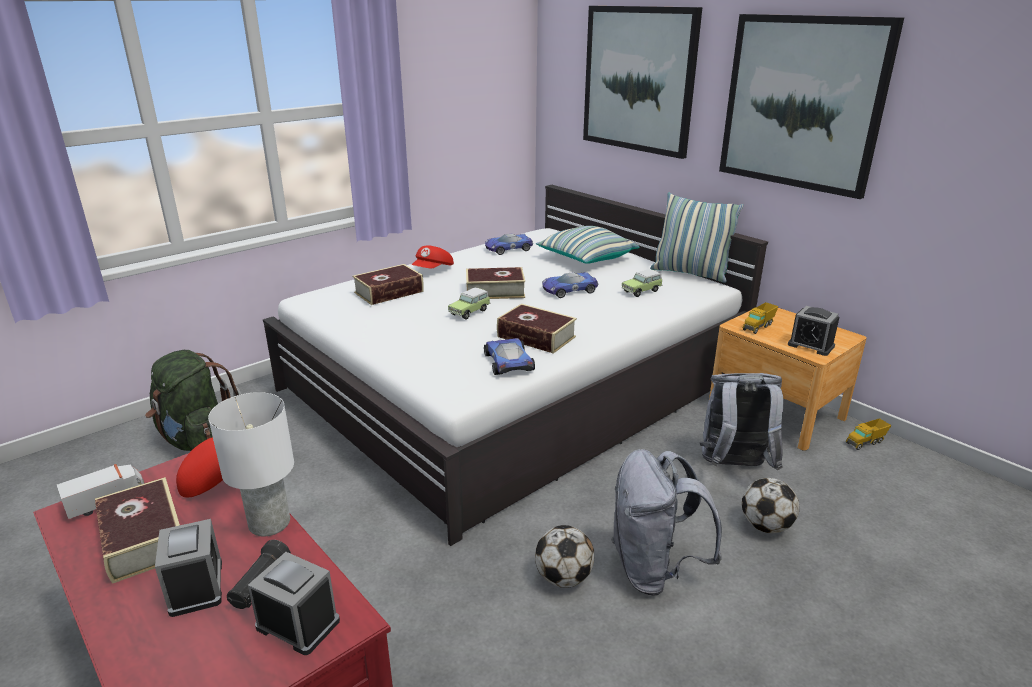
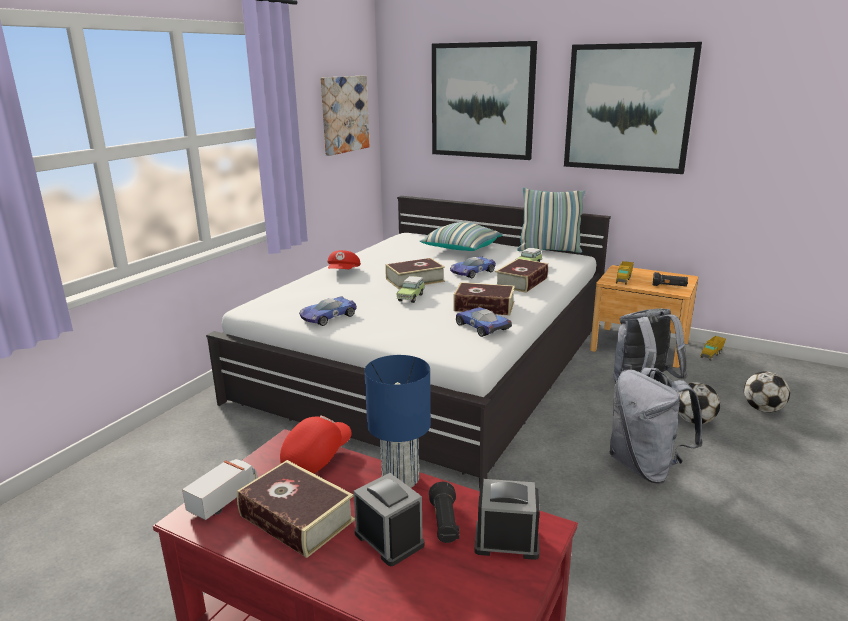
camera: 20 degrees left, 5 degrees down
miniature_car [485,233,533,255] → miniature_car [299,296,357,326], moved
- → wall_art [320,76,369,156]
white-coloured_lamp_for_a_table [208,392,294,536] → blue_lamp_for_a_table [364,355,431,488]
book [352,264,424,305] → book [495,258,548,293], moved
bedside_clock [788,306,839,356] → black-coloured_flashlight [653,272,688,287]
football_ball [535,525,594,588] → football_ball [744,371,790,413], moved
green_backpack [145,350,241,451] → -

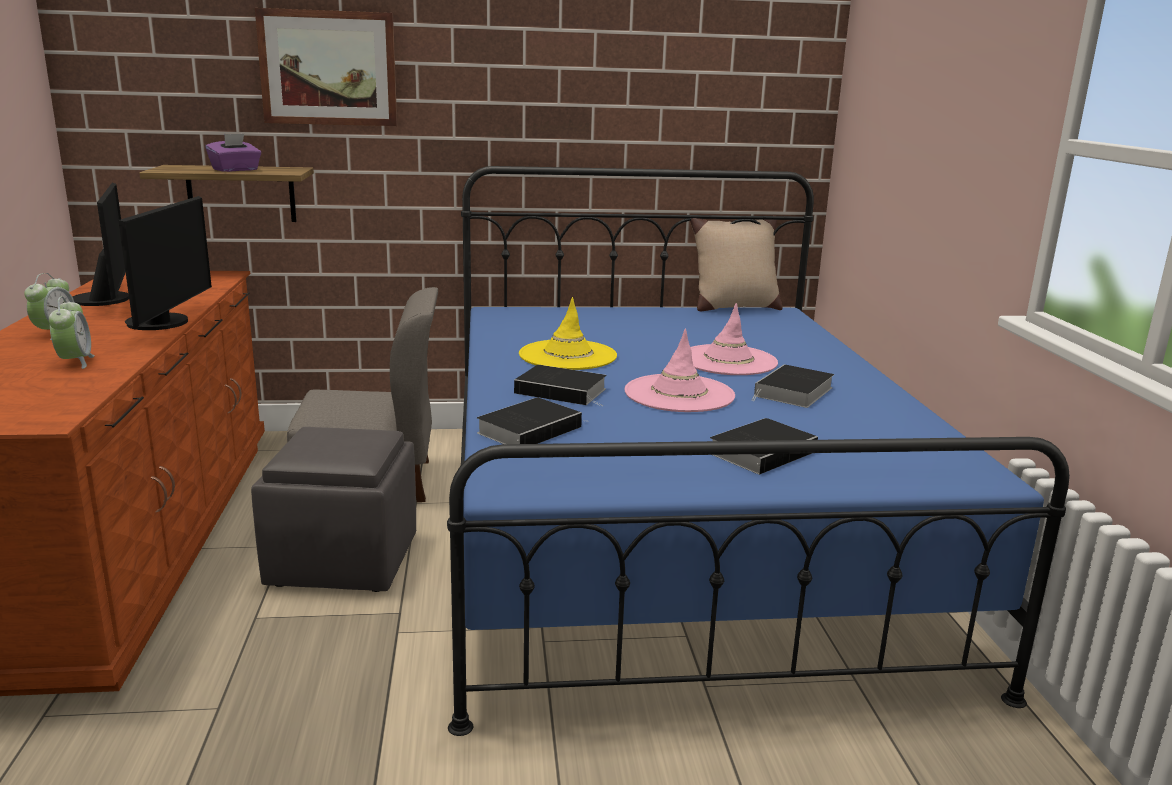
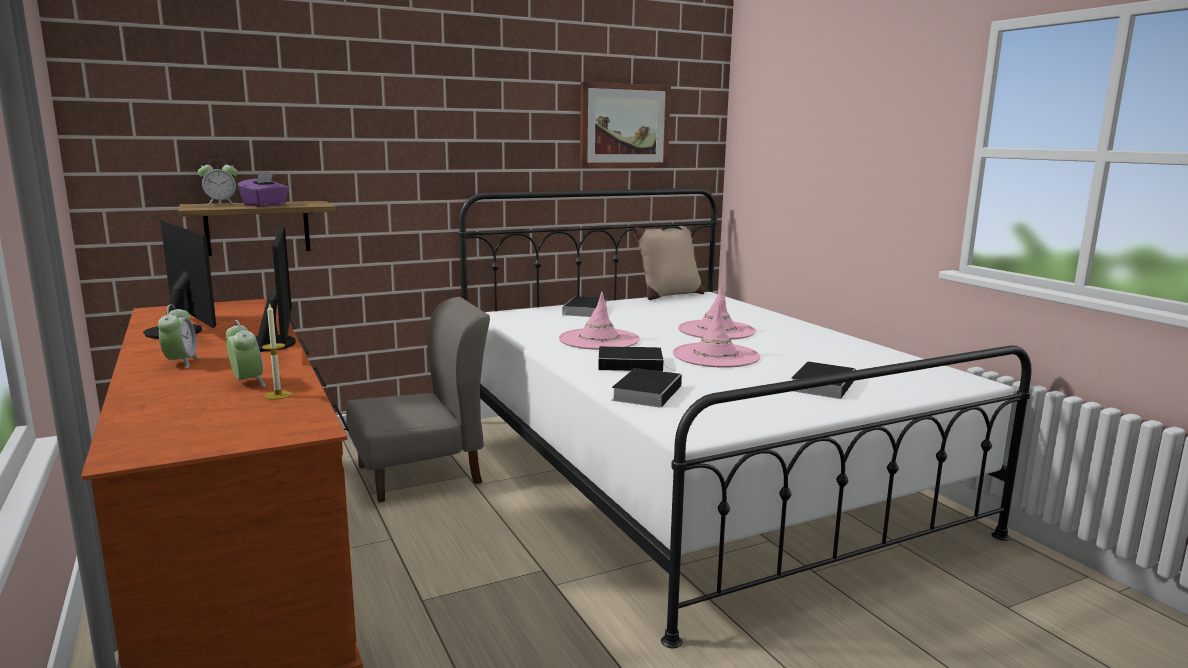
camera: 20 degrees left, 5 degrees down
- → bedside_clock [198,159,238,205]
- → wax_light [262,303,291,400]
blue_sleeping_bed [447,166,1070,736] → white-coloured_sleeping_bed [458,188,1032,648]
yellowish_wearable_hat [519,297,617,370] → pinkish_wearable_hat [559,292,640,350]
book [752,364,834,408] → book [563,296,608,317], moved
wall_art [255,8,397,126] → wall_art [580,82,671,168], moved
gray_footrest [251,427,416,592] → -

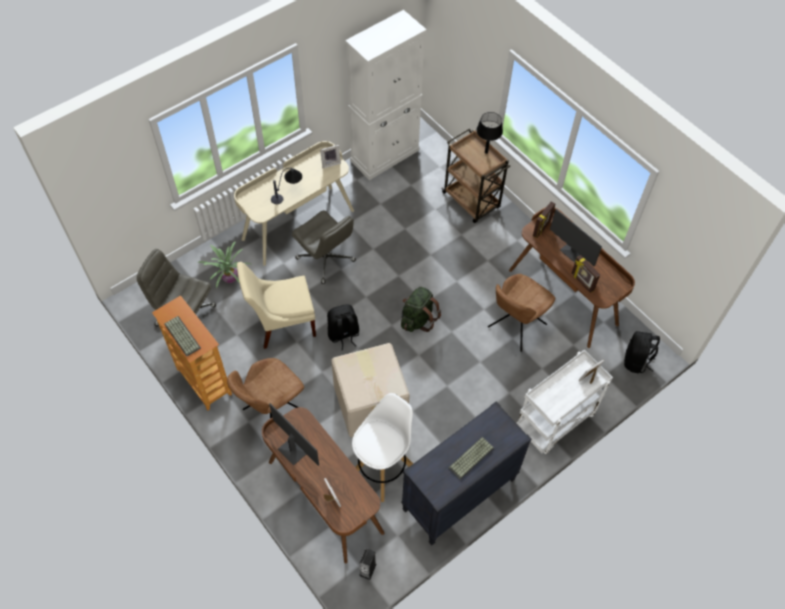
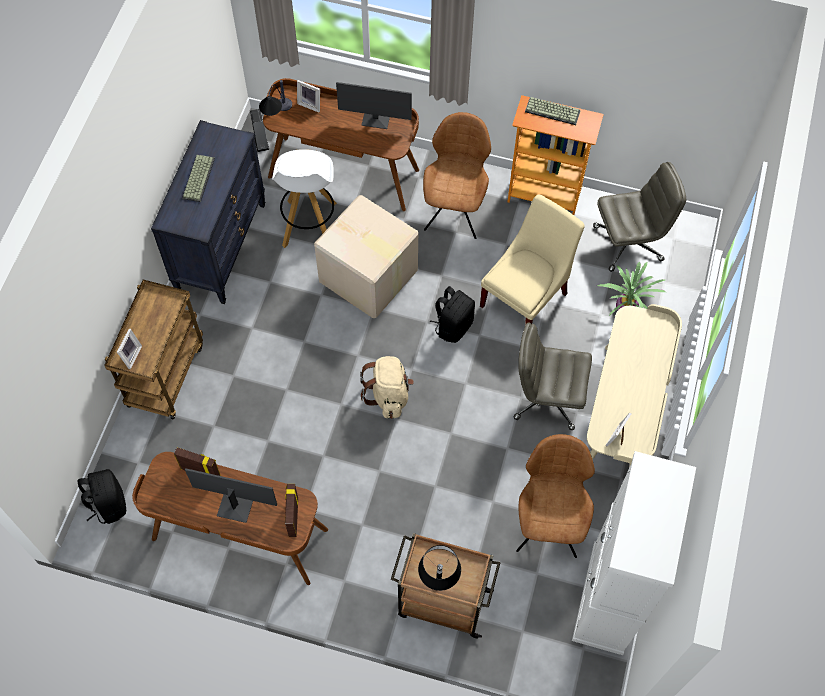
camera: 145 degrees right, 5 degrees up
white-coloured_trolley [516,349,613,454] → brown-coloured_trolley [104,280,203,420]
lamp_for_a_table [271,168,302,204] → lamp_for_a_table [259,80,292,116], moved
green_backpack [401,287,441,332] → beige_backpack [360,356,414,419]
brown-coloured_chair [488,274,555,352] → brown-coloured_chair [516,434,595,558], moved

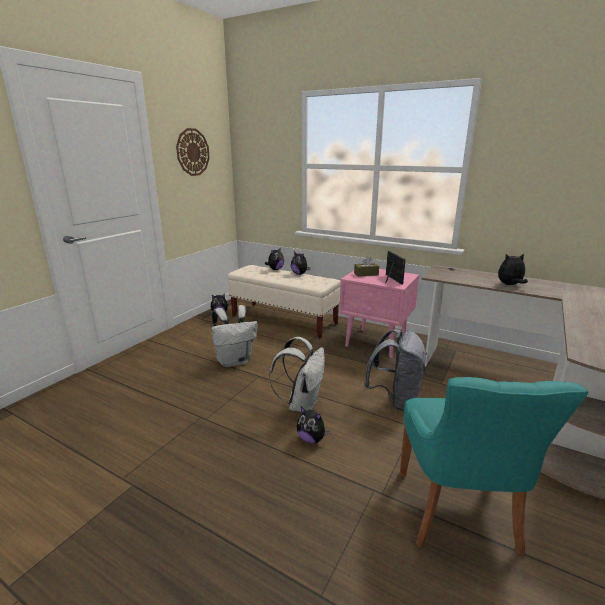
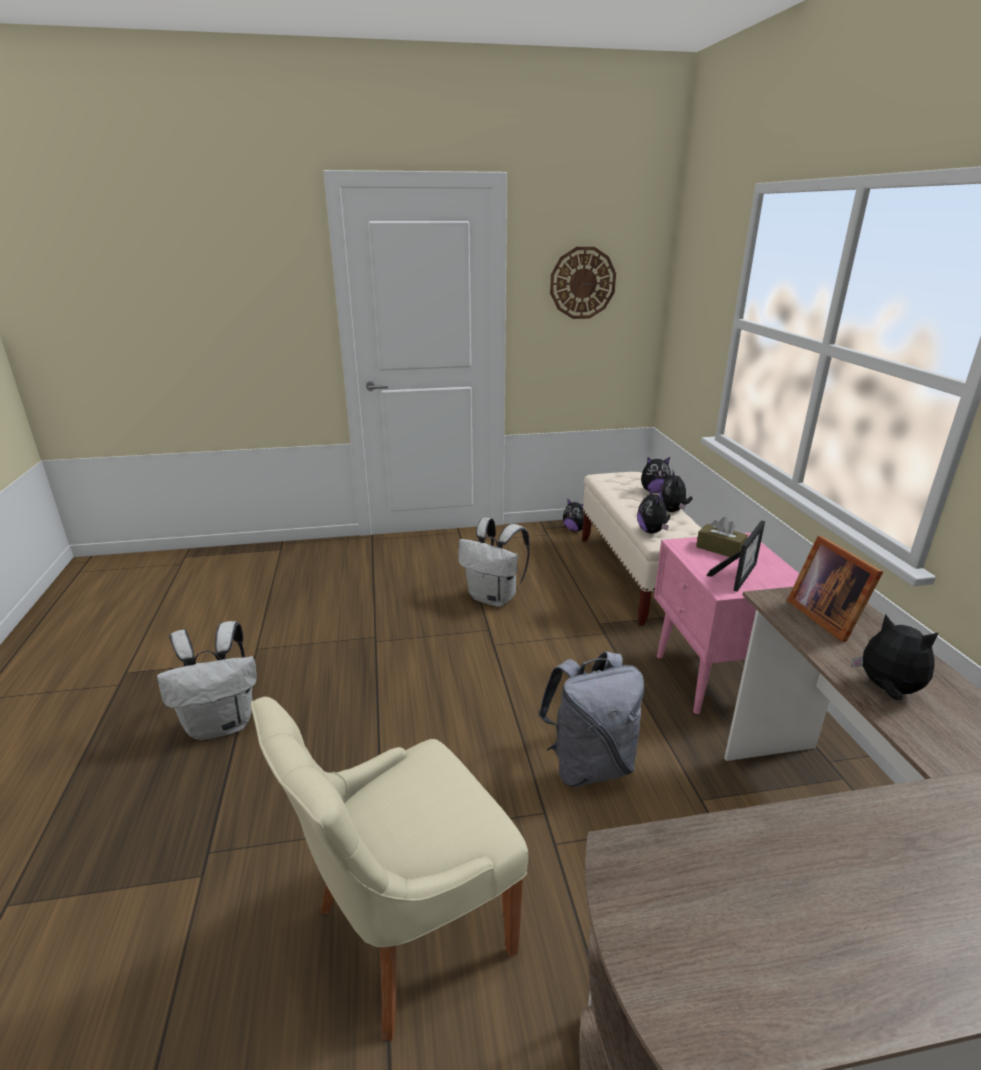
camera: 50 degrees right, 5 degrees up
white-coloured_backpack [269,337,325,412] → white-coloured_backpack [157,621,257,740], moved
turquoise-coloured_chair [400,377,588,556] → beige_chair [251,697,529,1041]
soft_toy [297,407,330,444] → soft_toy [637,488,671,534], moved
- → photo_frame [787,536,883,642]

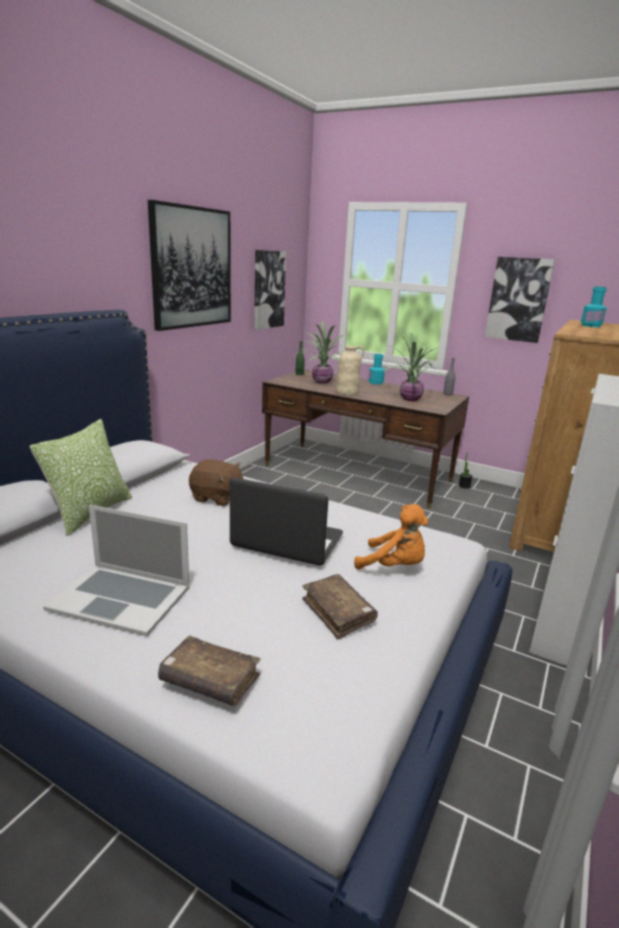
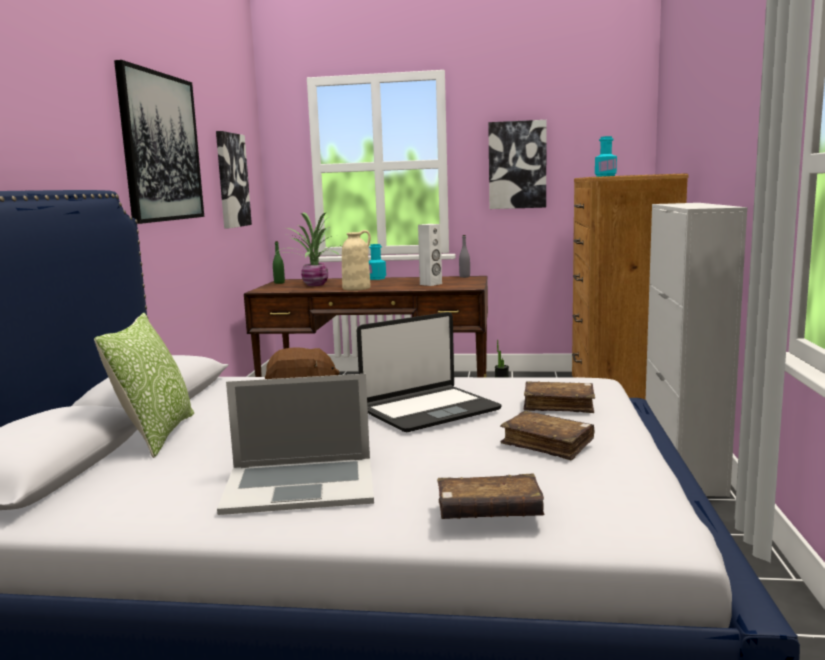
camera: 20 degrees left, 10 degrees down
notebook_computer [230,477,343,566] → notebook_computer [357,312,502,432], 150 degrees clockwise
potted_plant [384,332,446,401] → white-coloured_loudspeaker [418,224,442,286]
orange_soft_toy [354,504,428,570] → brown-coloured_book [524,381,595,413]

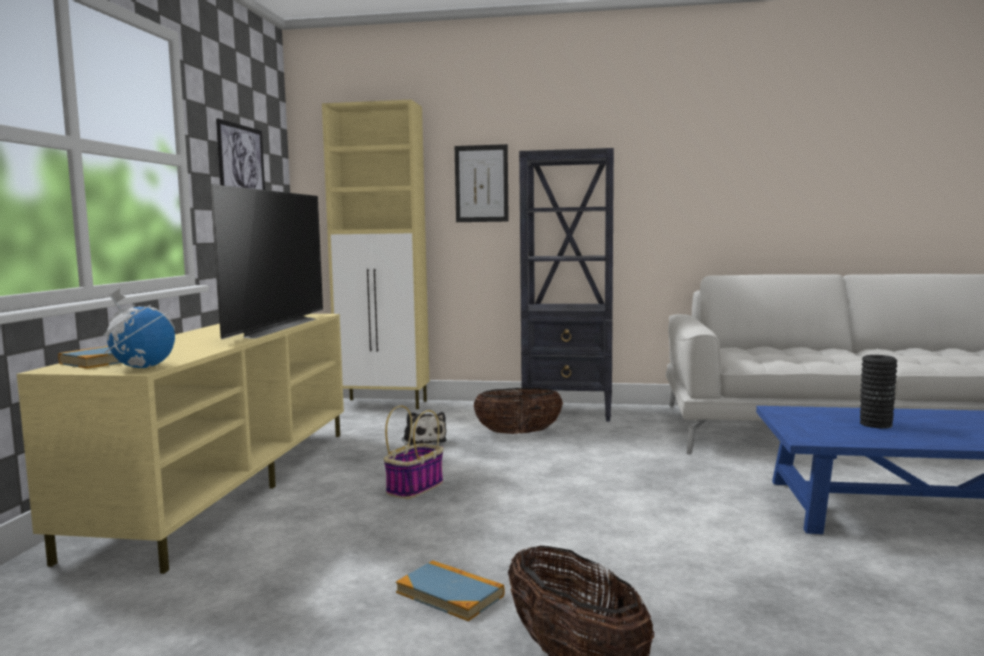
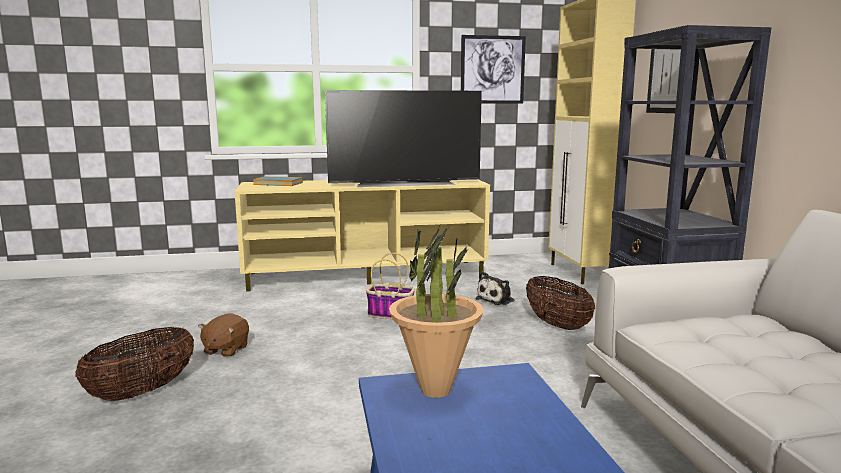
camera: 70 degrees right, 5 degrees up
book [396,560,505,621] → brown-coloured_soft_toy [198,313,249,357]
- → potted_plant [389,226,484,398]
globe [103,288,175,368] → -
black-coloured_decorative_vase [860,355,897,428] → -

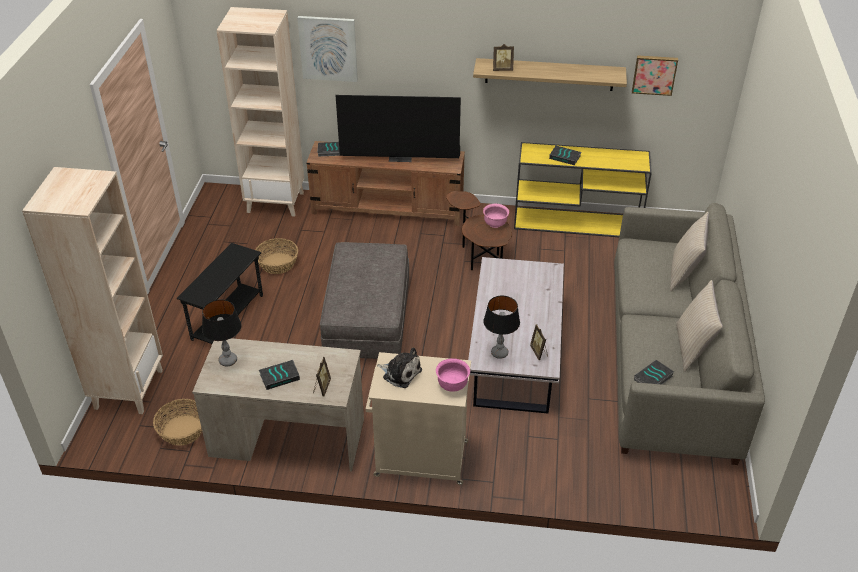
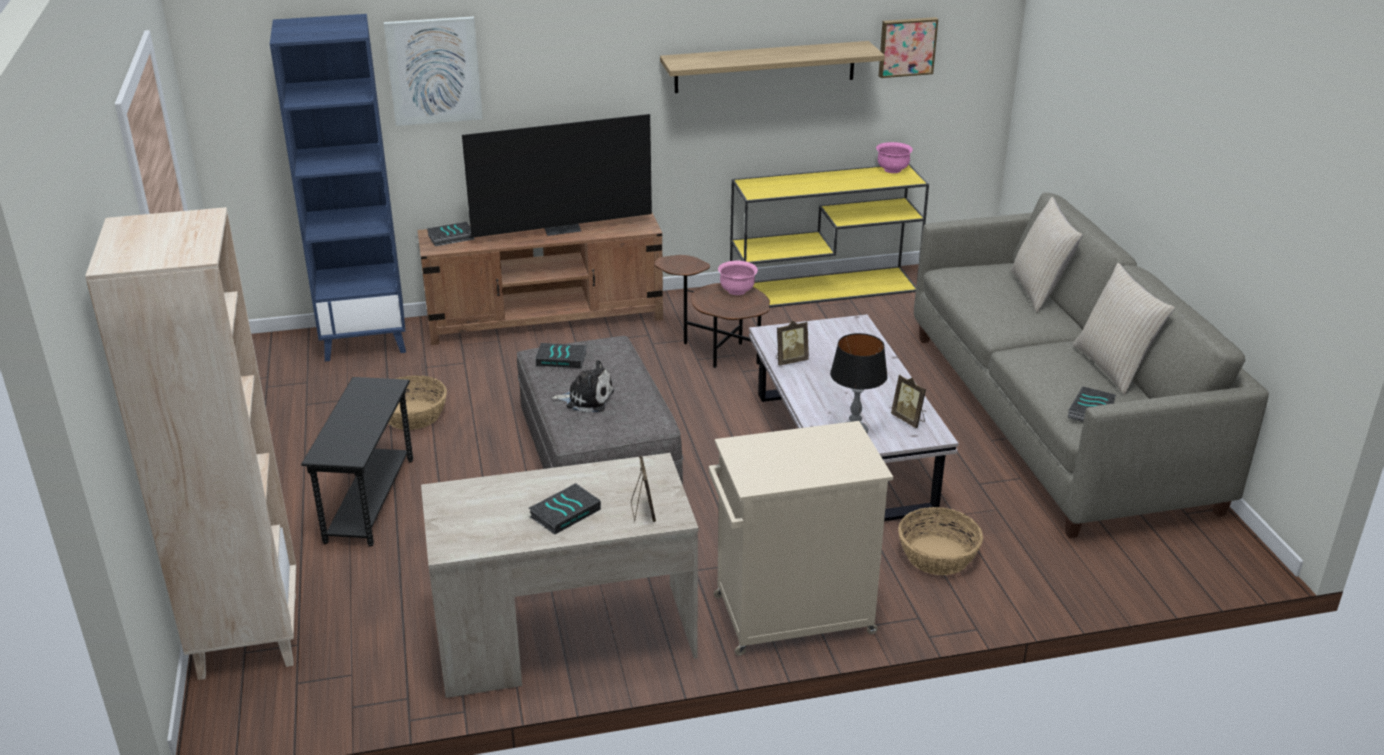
camera: 20 degrees left, 10 degrees down
beige_shelving_unit [216,7,304,217] → blue_shelving_unit [270,14,406,362]
book [549,146,581,165] → book [535,343,587,368], moved
soft_toy [377,347,422,388] → soft_toy [552,360,614,413], moved
photo_frame [493,44,514,71] → photo_frame [776,321,809,366], moved
pinkish_bowl [436,359,470,392] → pinkish_bowl [876,142,913,173], moved
household_basket [153,399,202,446] → household_basket [898,507,983,575], moved
lamp_for_a_table [202,299,241,367] → -

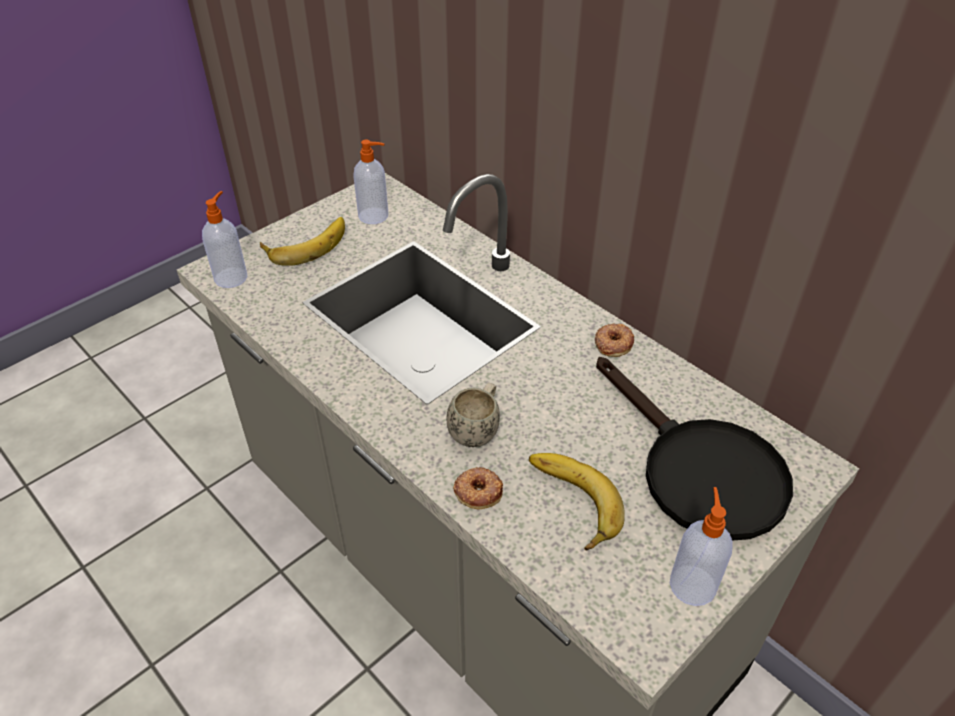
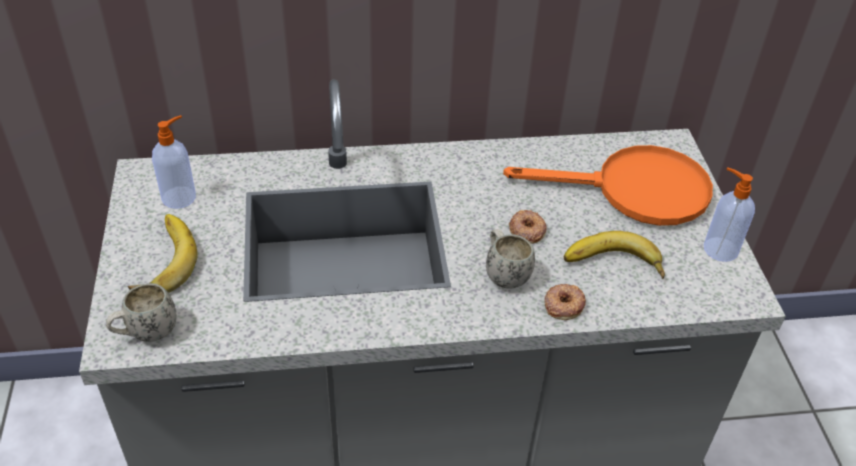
camera: 55 degrees left, 0 degrees up
soap_bottle [202,191,247,288] → white-coloured_coffee_mug [106,283,177,342]
black-coloured_pan [596,357,793,541] → orange_pan [503,145,713,226]
donut [595,324,634,357] → donut [509,210,547,244], moved

